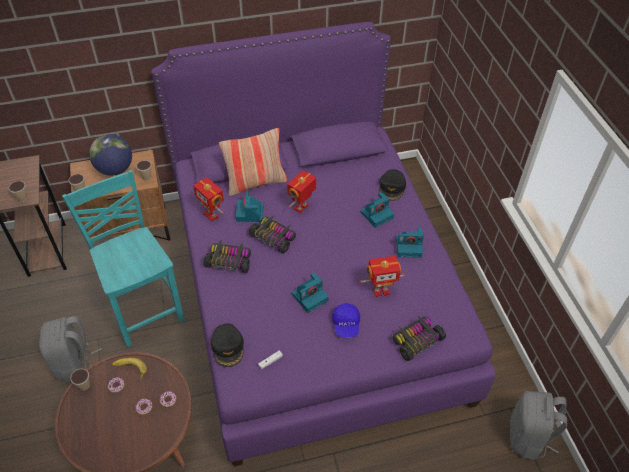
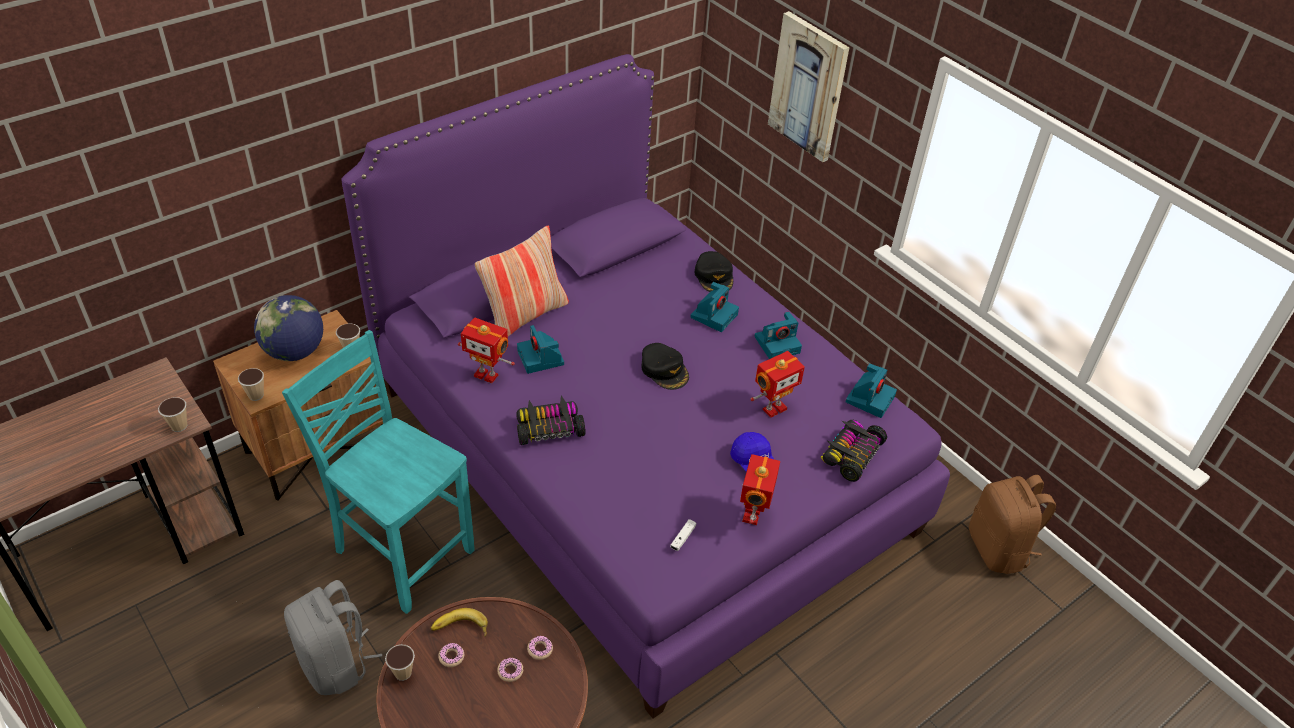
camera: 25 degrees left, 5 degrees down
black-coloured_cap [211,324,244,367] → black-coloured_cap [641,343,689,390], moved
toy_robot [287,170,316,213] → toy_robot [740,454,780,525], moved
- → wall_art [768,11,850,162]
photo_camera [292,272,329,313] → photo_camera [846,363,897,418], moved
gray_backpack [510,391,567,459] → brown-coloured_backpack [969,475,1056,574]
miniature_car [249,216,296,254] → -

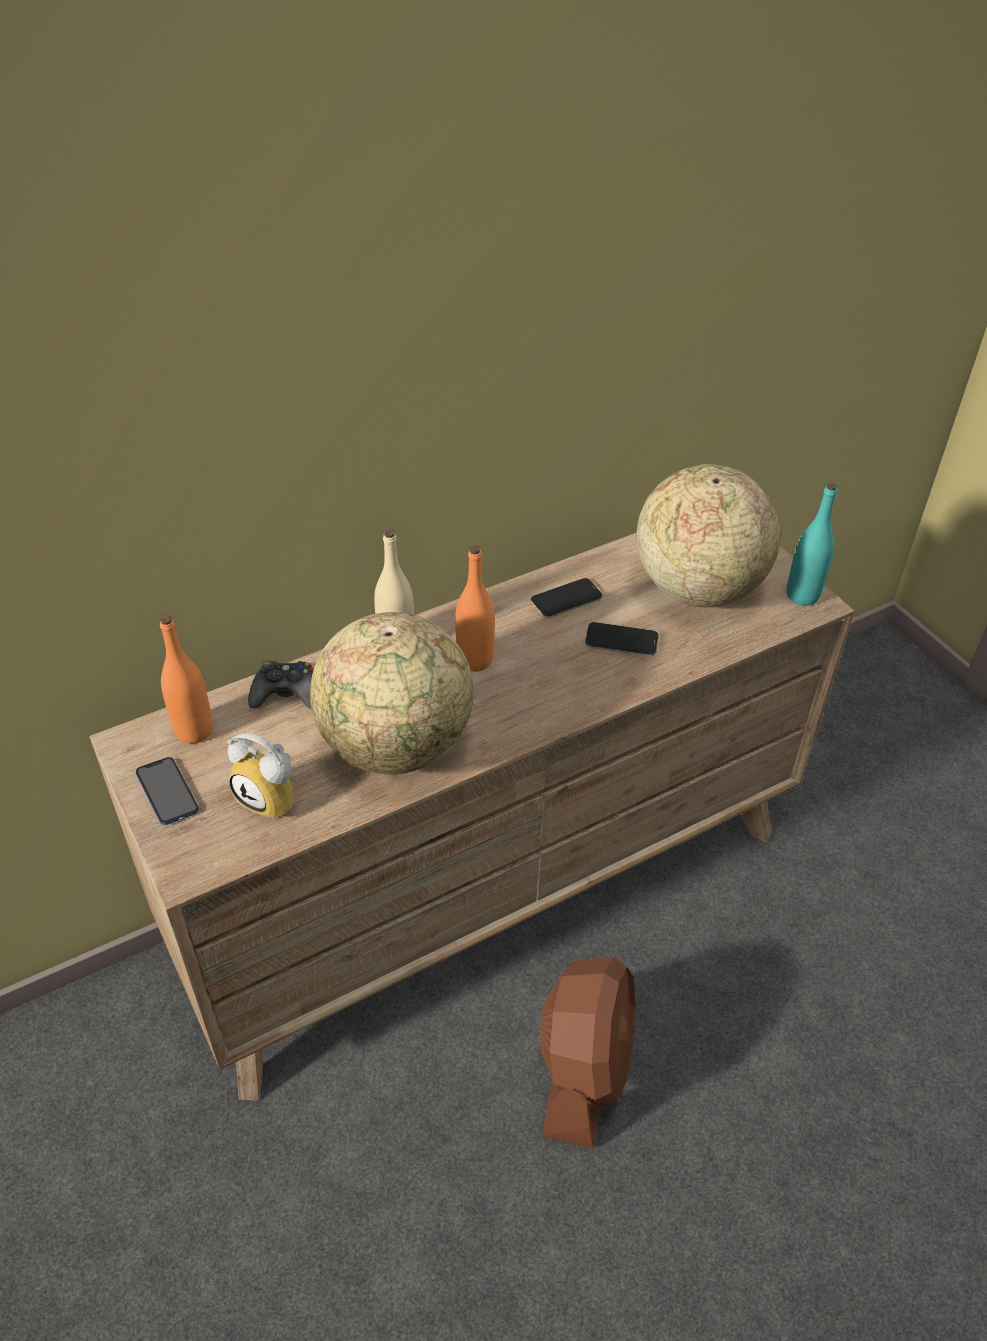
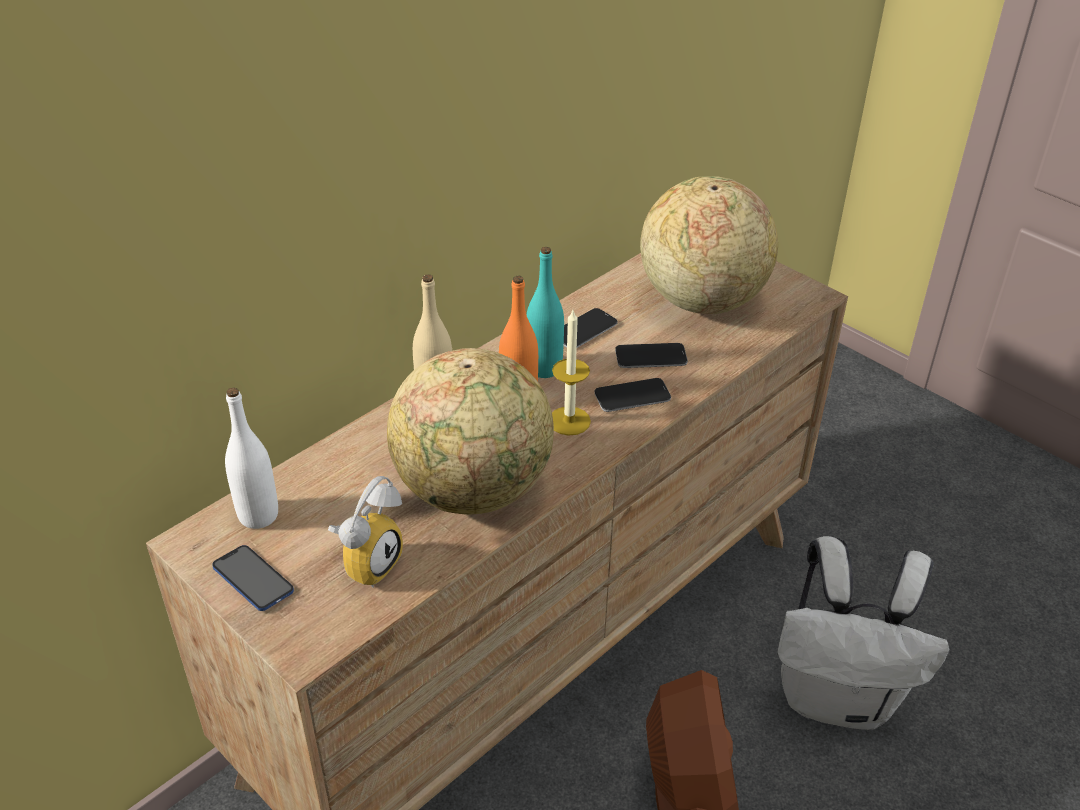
camera: 15 degrees left, 5 degrees down
orange_bottle [160,615,213,743] → white-coloured_bottle [225,388,278,529]
bedside_clock [228,733,295,820] → bedside_clock [328,476,403,588], 75 degrees counterclockwise
turquoise-coloured_bottle [787,483,837,606] → turquoise-coloured_bottle [527,247,564,378], moved
- → wax_light [552,310,591,435]
- → handset [594,378,671,412]
- → white-coloured_backpack [777,536,949,730]
black-coloured_gamepad [248,660,314,709] → -

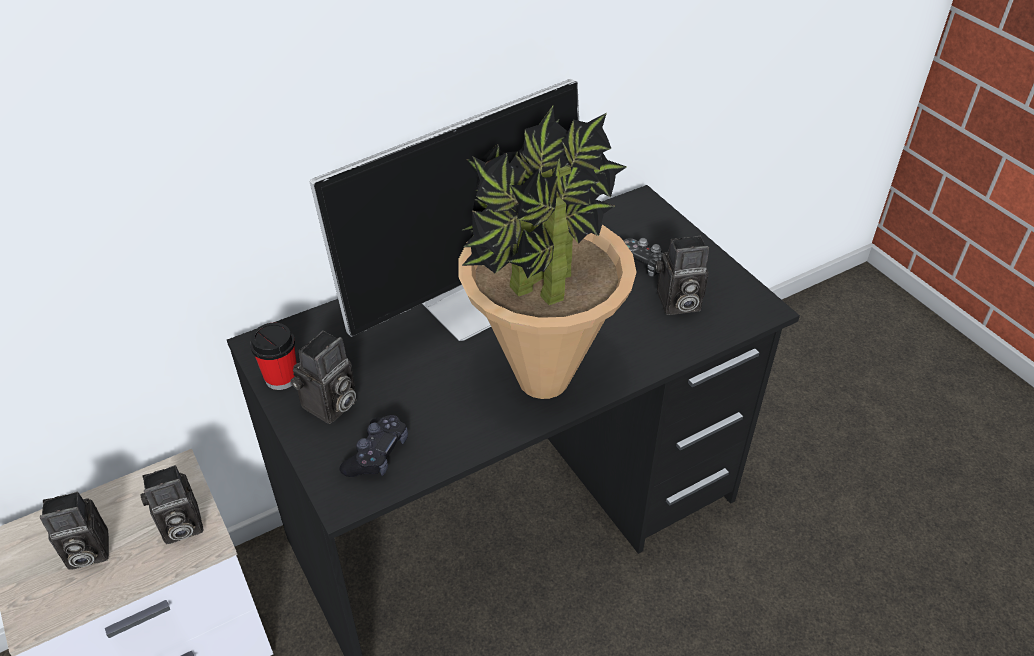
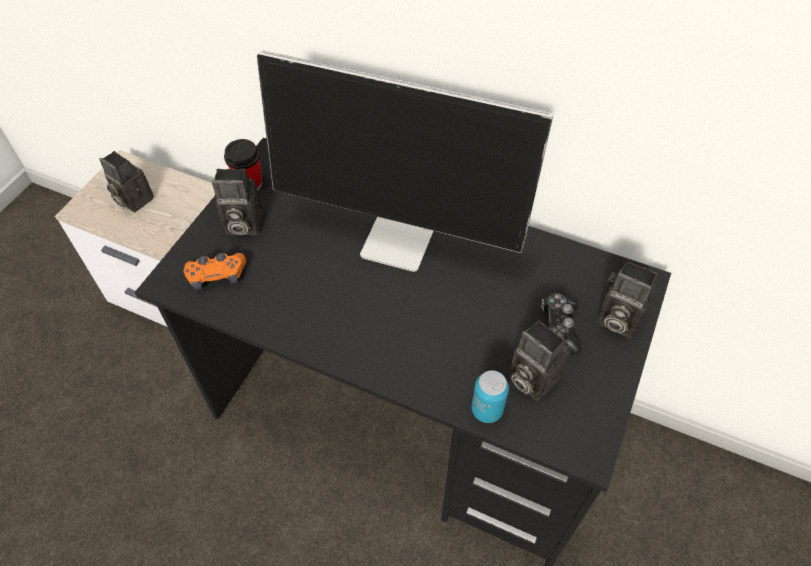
camera: 55 degrees right, 10 degrees up
black-coloured_gamepad [339,415,408,477] → orange_gamepad [183,253,246,290]
- → metal_can [471,370,509,423]
photo_camera [141,465,204,544] → photo_camera [597,260,657,338], moved
potted_plant [458,106,637,399] → -

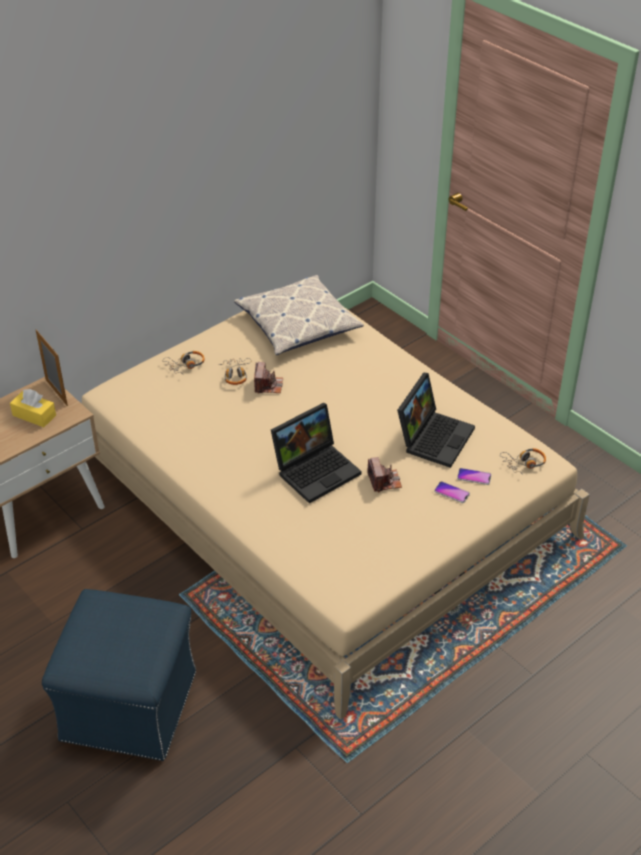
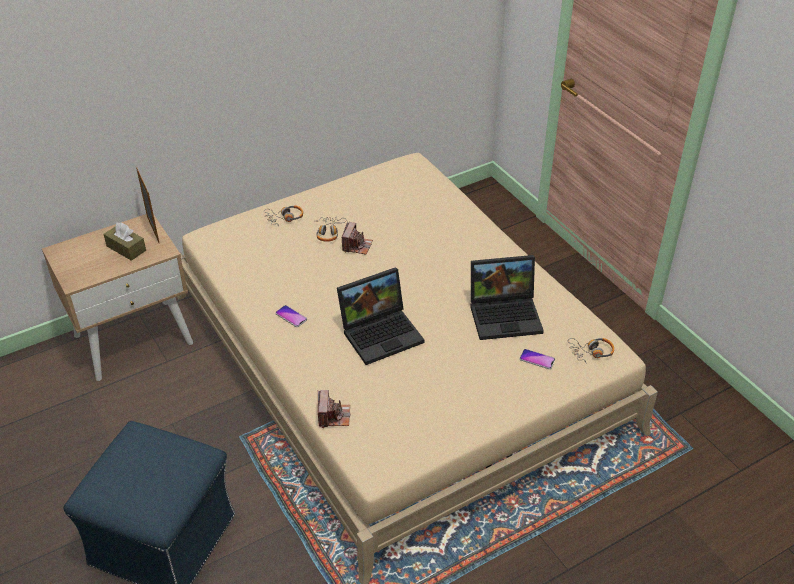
camera: 10 degrees right, 0 degrees up
yellowish_tissue_holder [10,389,56,427] → brown-coloured_tissue_holder [103,223,146,261]
handset [434,481,470,503] → handset [275,305,307,327], moved
photo_camera [367,457,402,492] → photo_camera [318,390,350,428], moved
notebook_computer [397,373,475,468] → notebook_computer [470,255,544,340], 45 degrees clockwise
cushion [234,275,364,355] → -

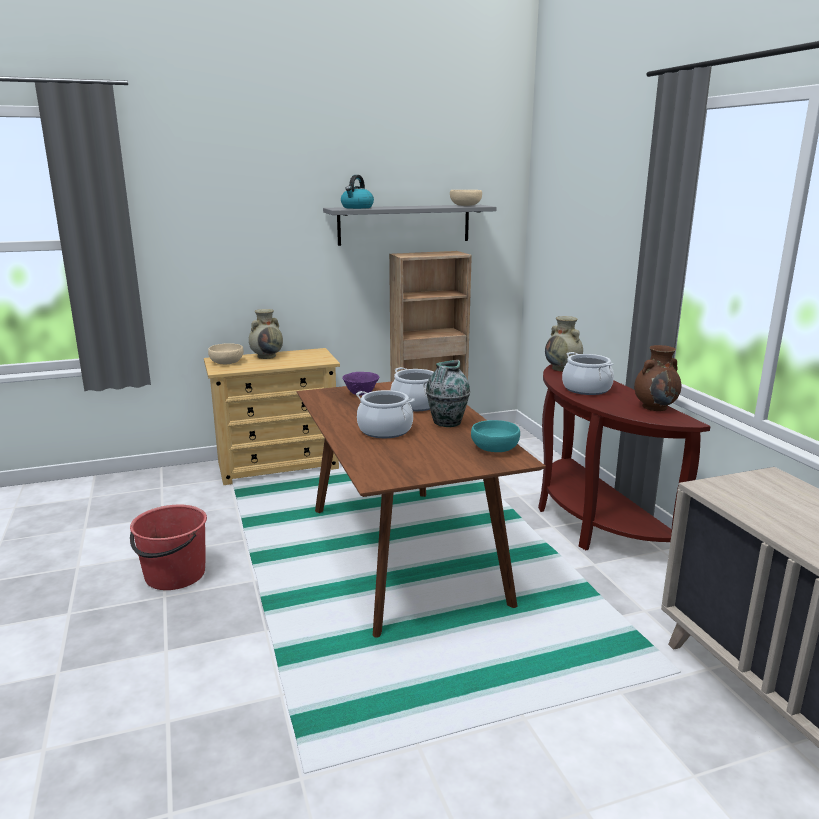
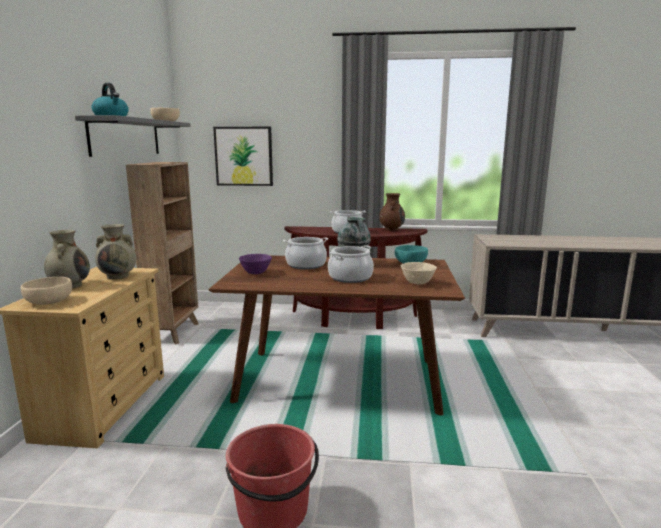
camera: 65 degrees left, 5 degrees down
beige_decorative_vase [545,316,583,371] → beige_decorative_vase [95,224,137,279], moved
- → wall_art [213,127,273,186]
- → beige_bowl [401,262,437,285]

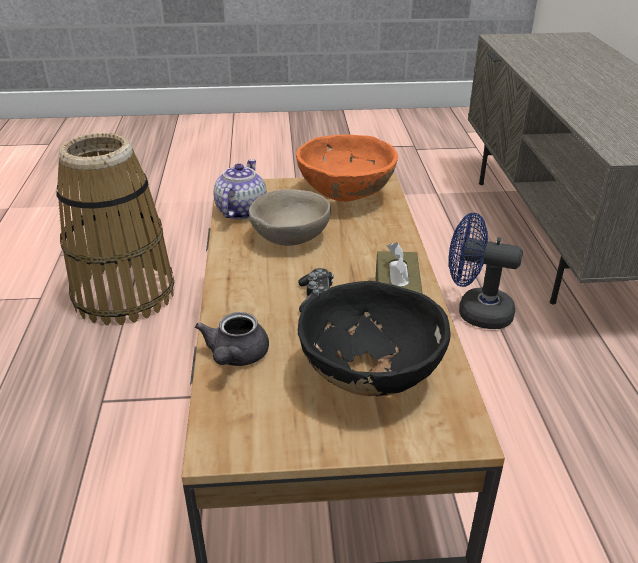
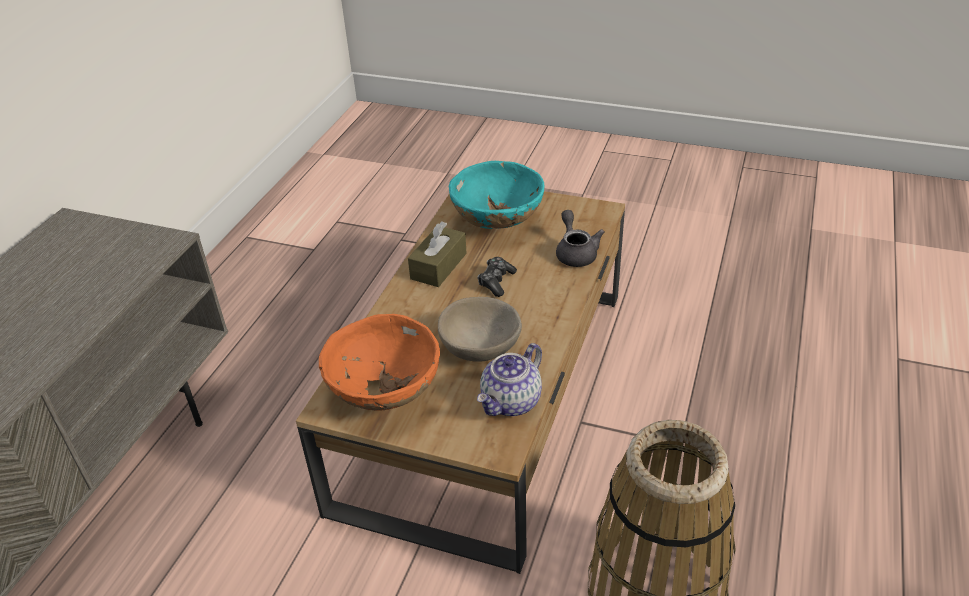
camera: 155 degrees left, 5 degrees up
black-coloured_bowl [298,281,450,396] → turquoise-coloured_bowl [449,161,544,229]
gray_pot_for_tea [195,312,269,366] → gray_pot_for_tea [556,210,605,267], 45 degrees counterclockwise
blue_electric_fan [449,213,523,329] → -

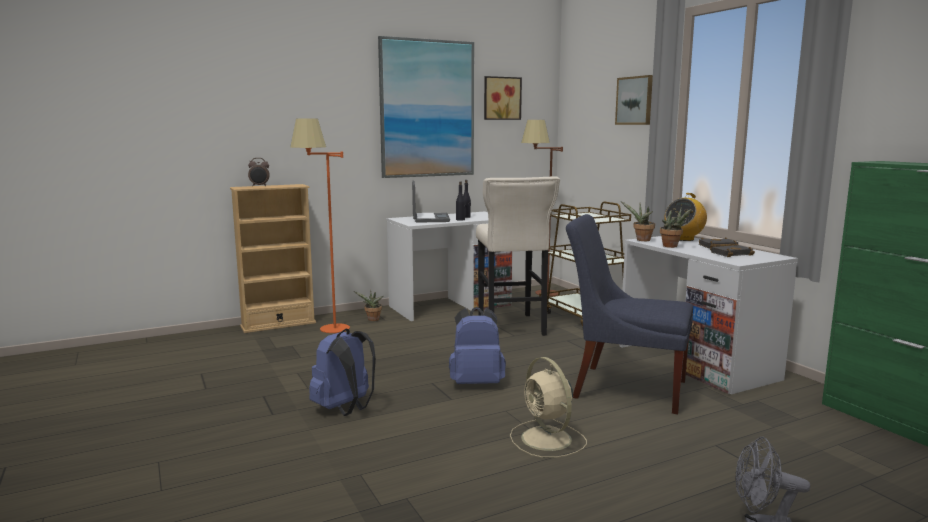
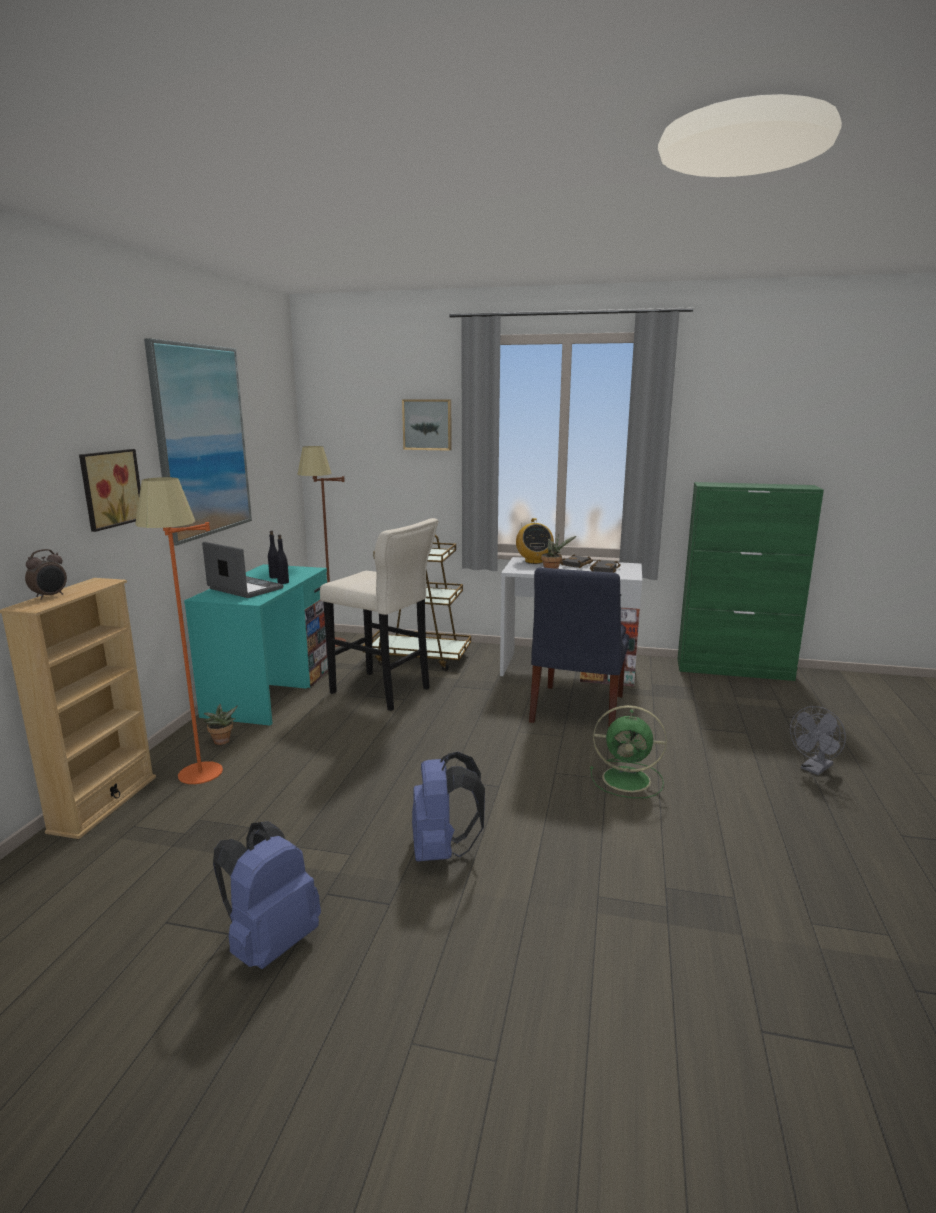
camera: 50 degrees left, 5 degrees up
wall_art [484,76,522,120] → wall_art [79,449,141,532], moved
white-coloured_desk [387,212,512,321] → turquoise-coloured_desk [184,564,328,726]
blue_backpack [449,307,506,384] → blue_backpack [213,821,321,969], moved
blue_chair [566,214,693,414] → blue_chair [529,567,629,728], 45 degrees counterclockwise
beige_electric_fan [510,357,587,458] → green_electric_fan [590,705,667,798]
potted_plant [621,201,655,241] → -

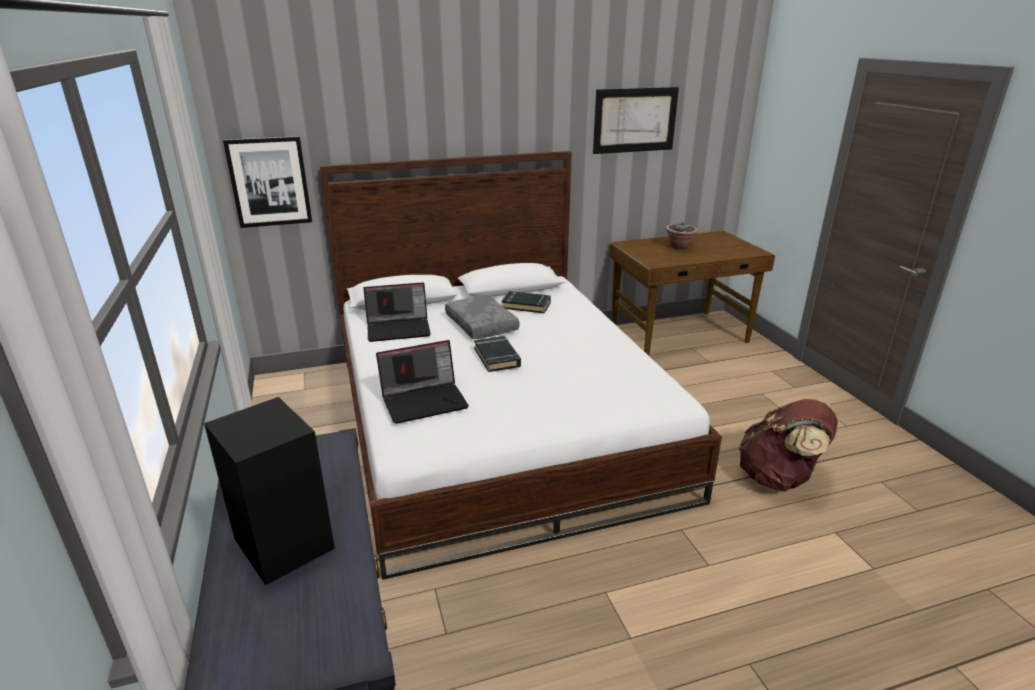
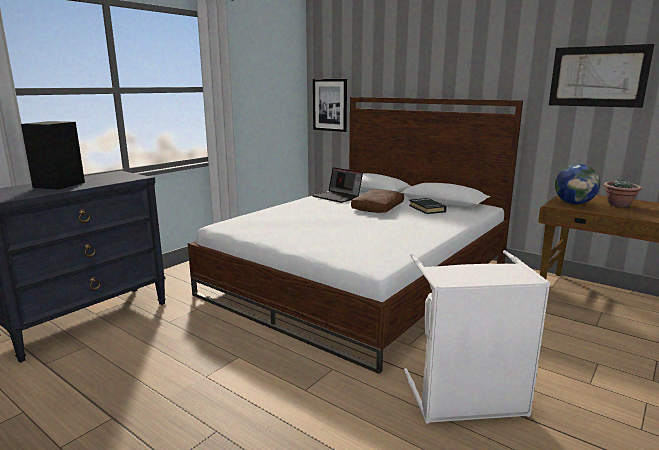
camera: 55 degrees right, 10 degrees down
gray_cushion [445,295,519,339] → brown-coloured_cushion [351,189,404,213]
brown-coloured_backpack [739,399,838,491] → white-coloured_washing_basket [404,250,550,424]
- → globe [555,164,600,204]
notebook_computer [376,340,469,424] → -
black-coloured_book [474,336,521,372] → -

